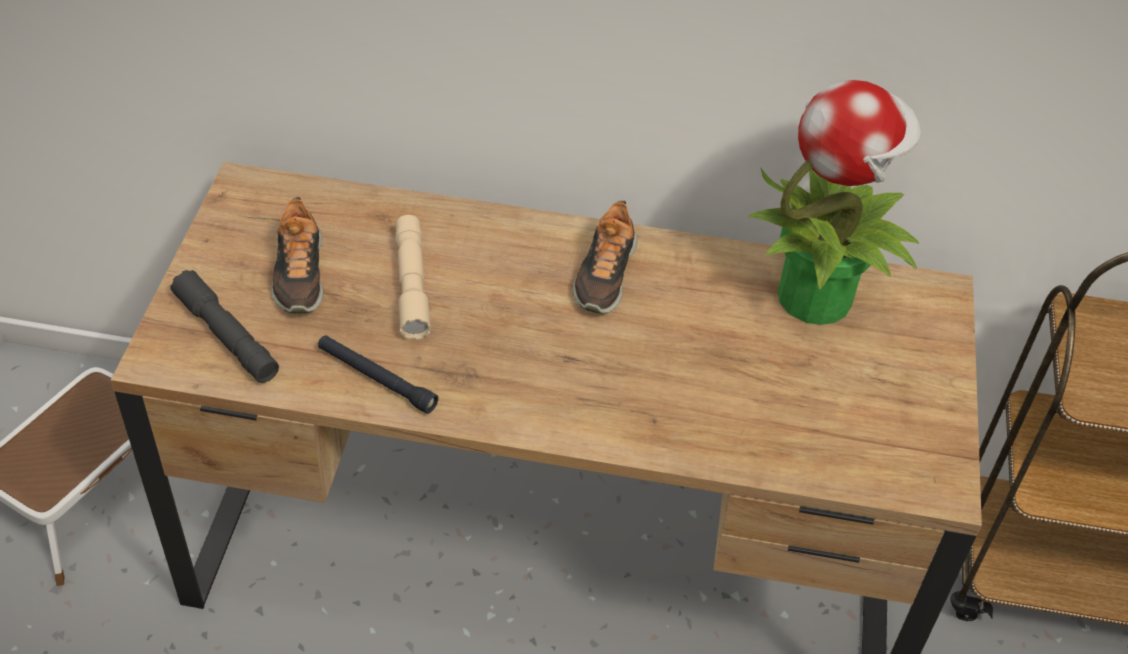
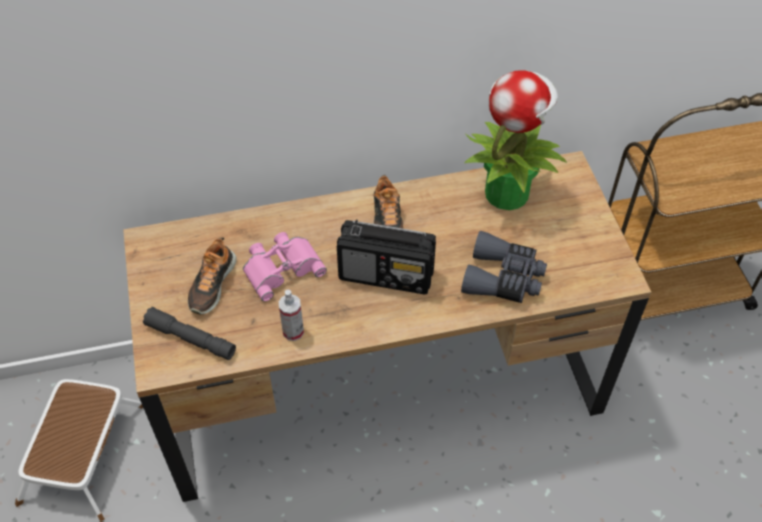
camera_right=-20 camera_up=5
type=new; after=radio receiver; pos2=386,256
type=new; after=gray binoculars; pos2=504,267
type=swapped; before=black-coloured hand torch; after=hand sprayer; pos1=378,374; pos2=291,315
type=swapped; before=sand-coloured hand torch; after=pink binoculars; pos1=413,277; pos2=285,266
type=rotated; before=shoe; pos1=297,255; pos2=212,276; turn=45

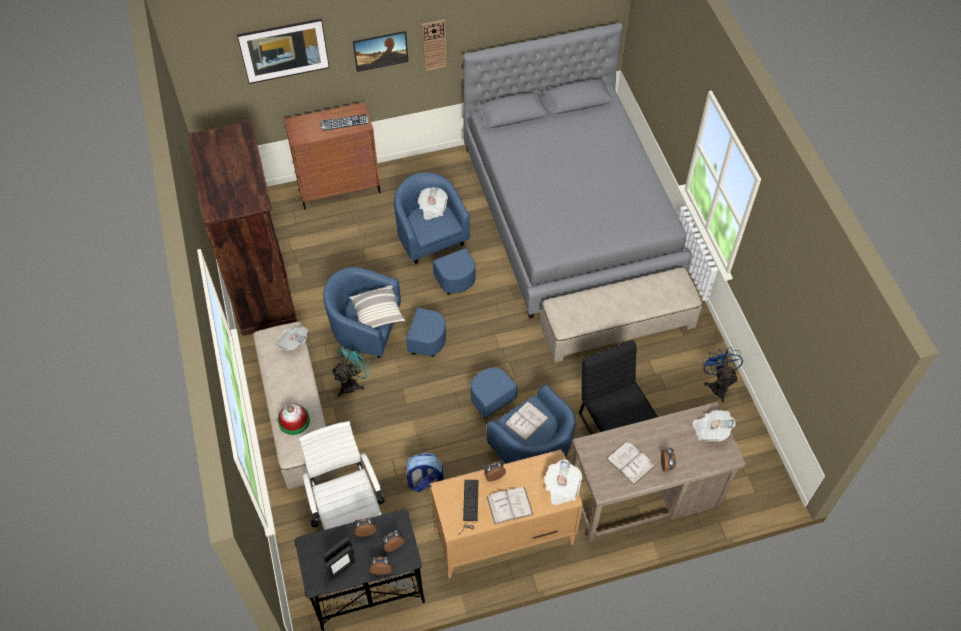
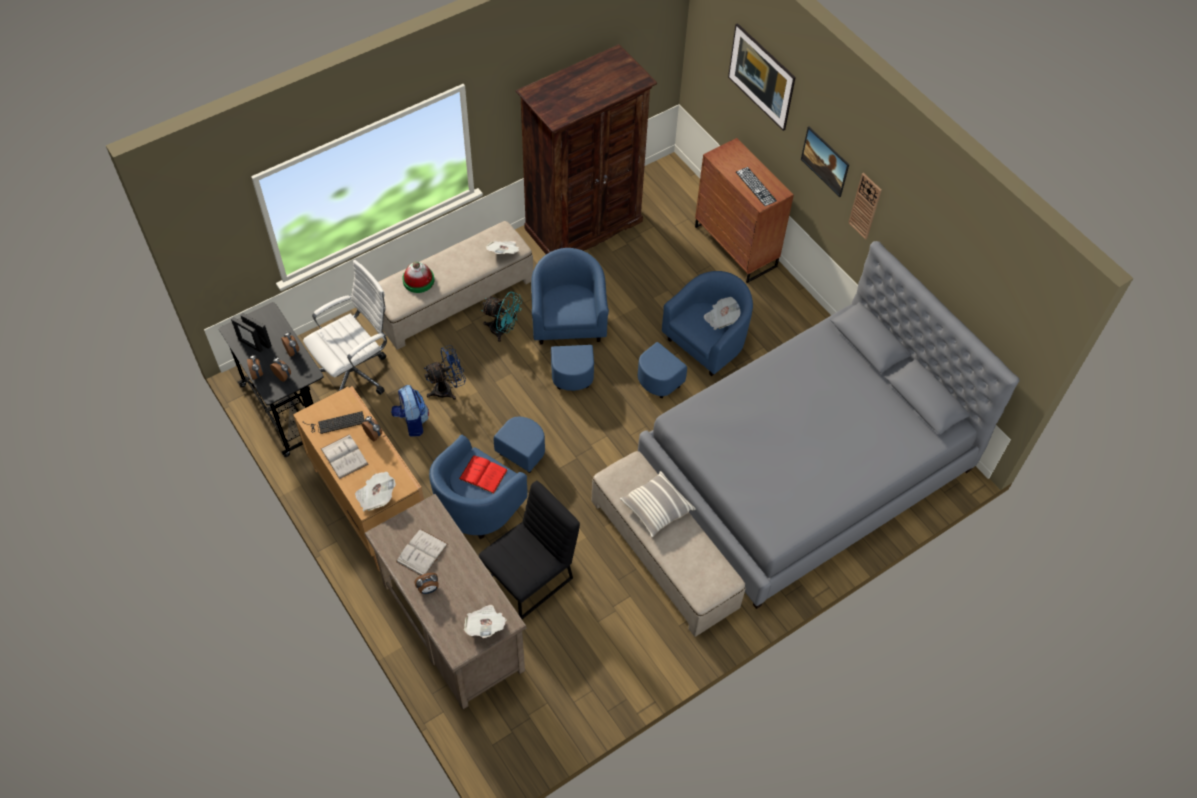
camera_right=70 camera_up=0
type=shifted; before=pillow; pos1=377,306; pos2=657,504
type=shifted; before=blue-coloured cooling fan; pos1=722,375; pos2=445,372
type=repainted; before=white-coloured book; after=red book; pos1=527,421; pos2=483,474

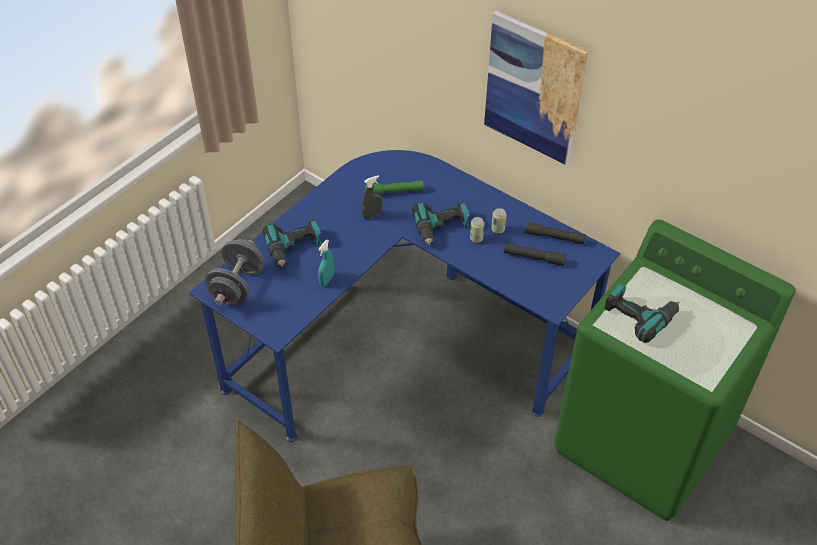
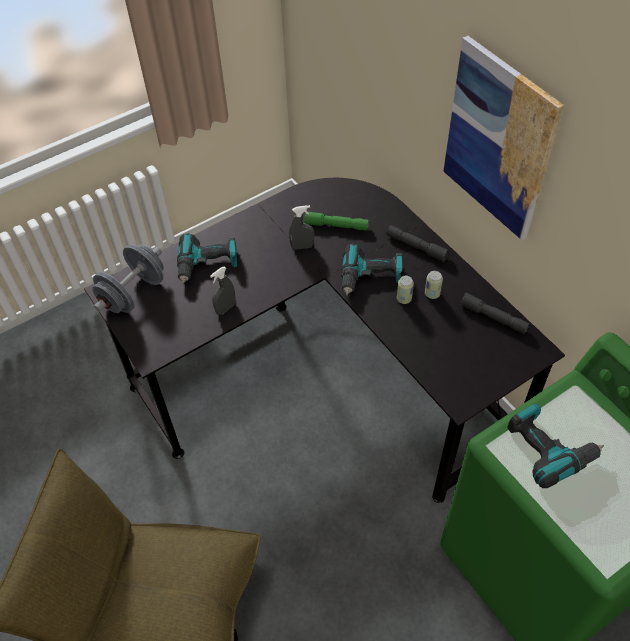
camera_right=20 camera_up=5
type=shifted; before=gray hand torch; pos1=535,254; pos2=418,243
type=repainted; before=blue-coloured desk; after=black-coloured desk; pos1=404,296; pos2=324,340
type=repainted; before=turquoise hand sprayer; after=gray hand sprayer; pos1=326,263; pos2=223,290

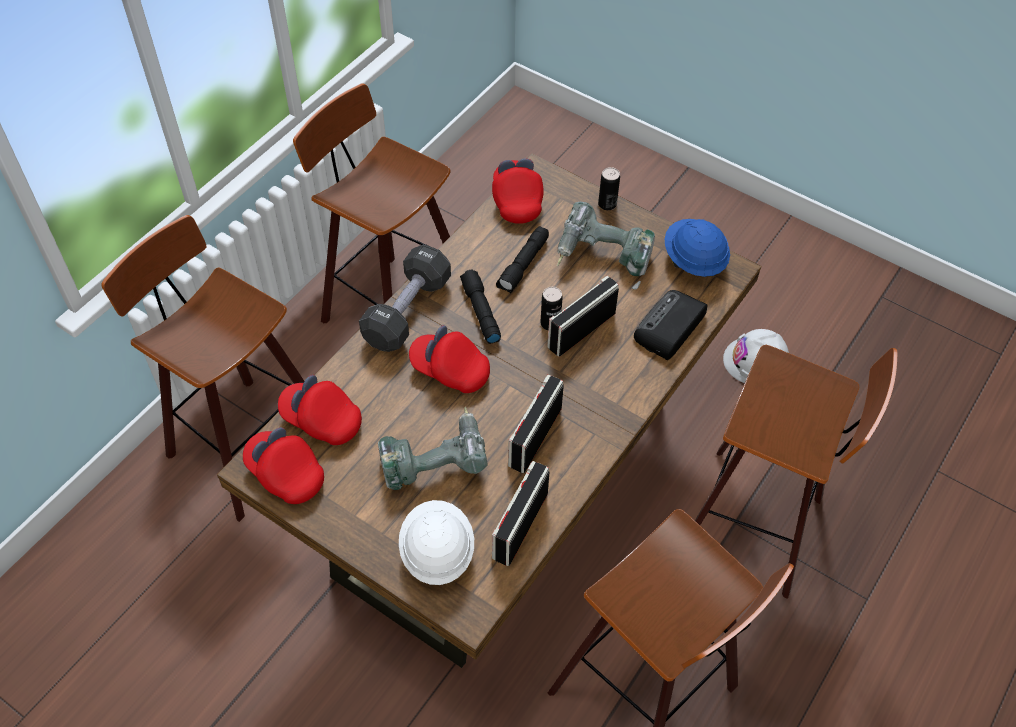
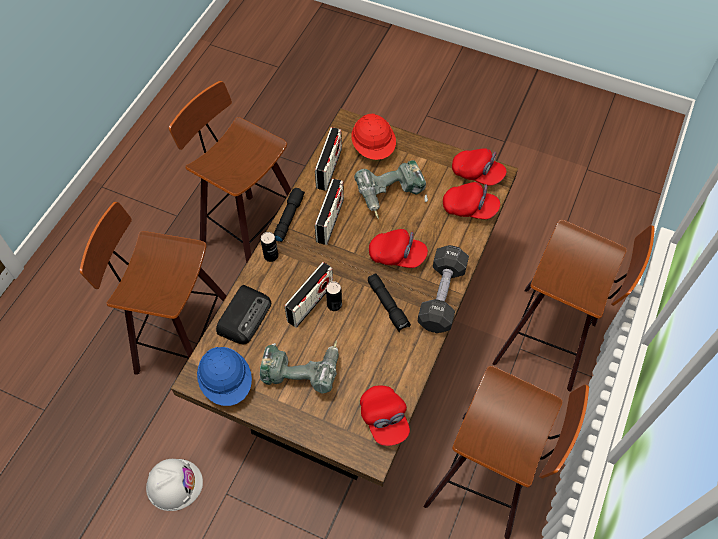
camera_right=170 camera_up=5
type=shifted; before=black-coloured hand torch; pos1=522,259; pos2=289,215
type=shifted; before=metal can; pos1=609,188; pos2=269,247
type=repainted; before=white-coloured safety helmet; after=red safety helmet; pos1=436,542; pos2=373,137

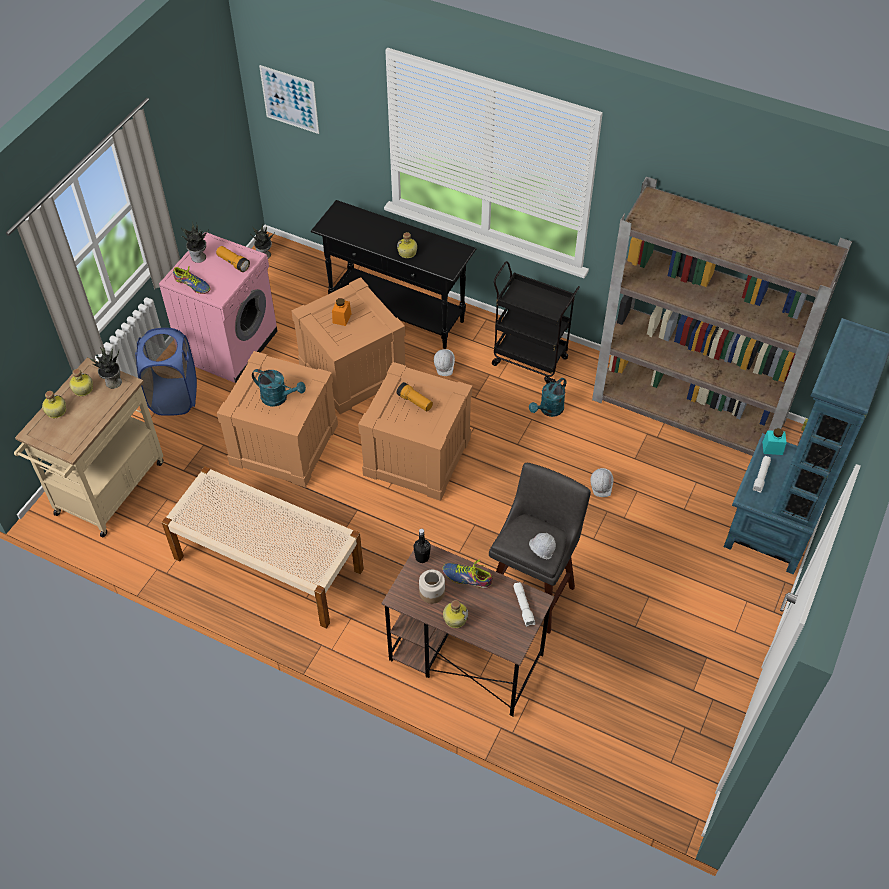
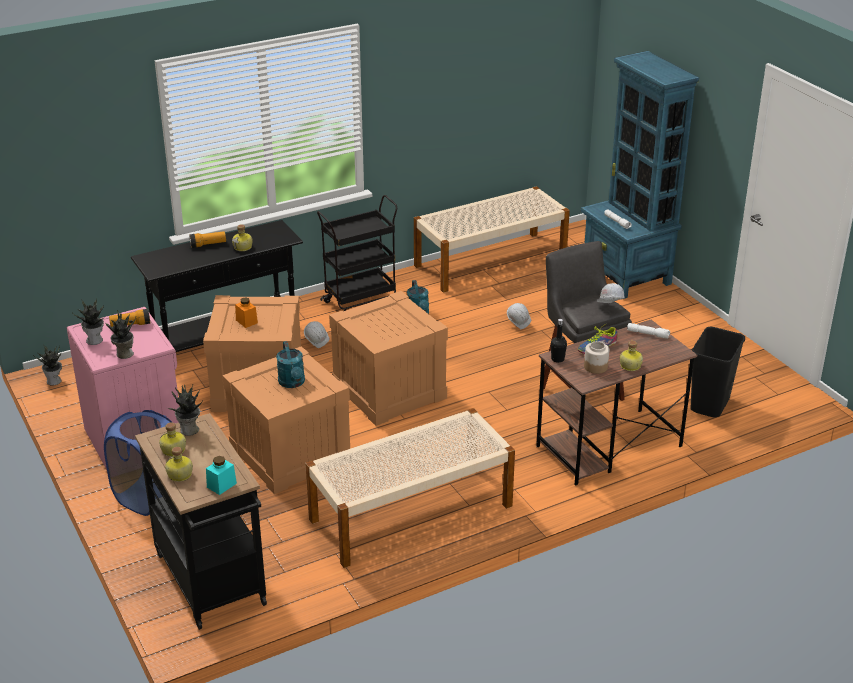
camera_right=-55 camera_up=-20
type=gone; before=picture; pos1=289,99
type=new; after=black-coloured waste bin; pos2=718,372
type=shifted; before=hand torch; pos1=415,397; pos2=207,239
type=shifted; before=turquoise storage jar; pos1=774,441; pos2=221,475
type=swapped; before=shoe; after=houseplant; pos1=191,280; pos2=119,334
type=swapped; before=brown shelving unit; after=sand-coloured indoor bench; pos1=722,316; pos2=492,239
type=repainted; before=sand-coloured wheeled cart; after=black-coloured wheeled cart; pos1=89,447; pos2=201,521
type=rotated; before=turquoise watering can; pos1=279,387; pos2=290,364; turn=105

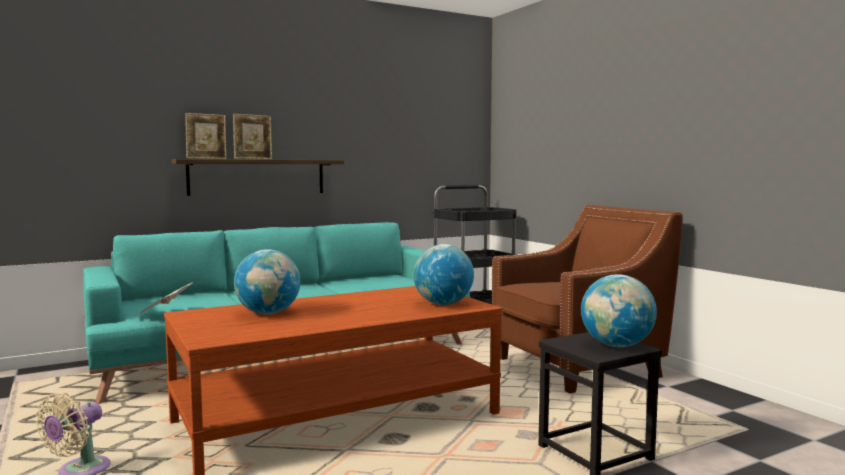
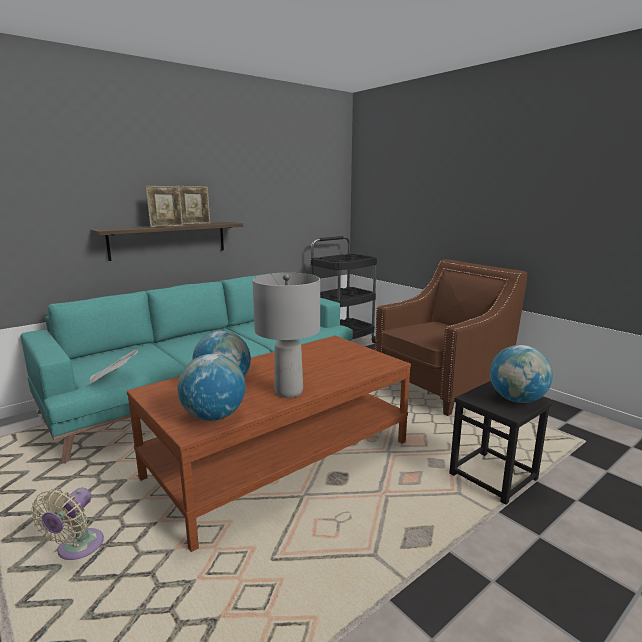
camera_right=-10 camera_up=10
type=new; after=gray table lamp; pos2=286,335
type=shifted; before=standing frame; pos1=205,136; pos2=193,205
type=shifted; before=desk globe; pos1=443,274; pos2=212,387

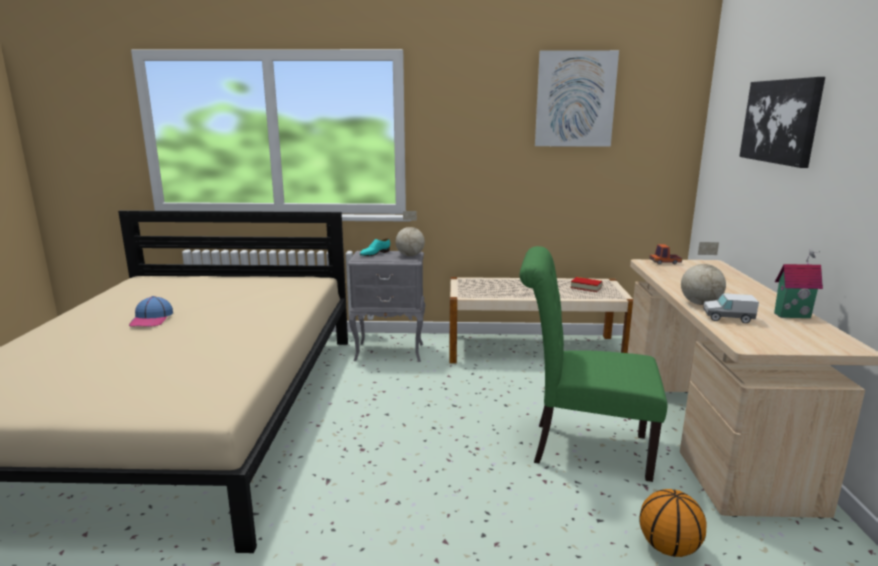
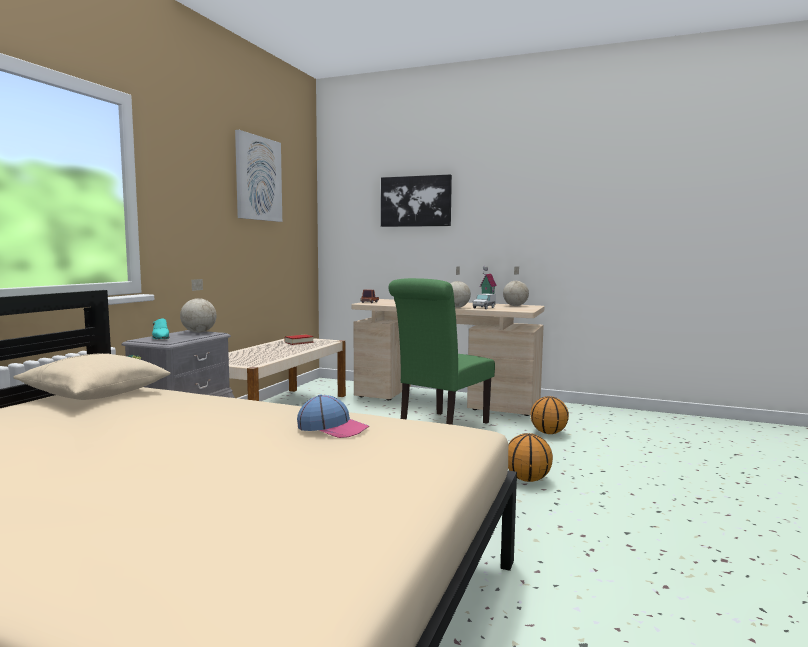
camera_right=-70 camera_up=-10
type=new; after=sand-coloured pillow; pos2=91,376
type=new; after=desk globe; pos2=516,286
type=new; after=basketball; pos2=530,457
type=shifted; before=baseball cap; pos1=151,311; pos2=333,416

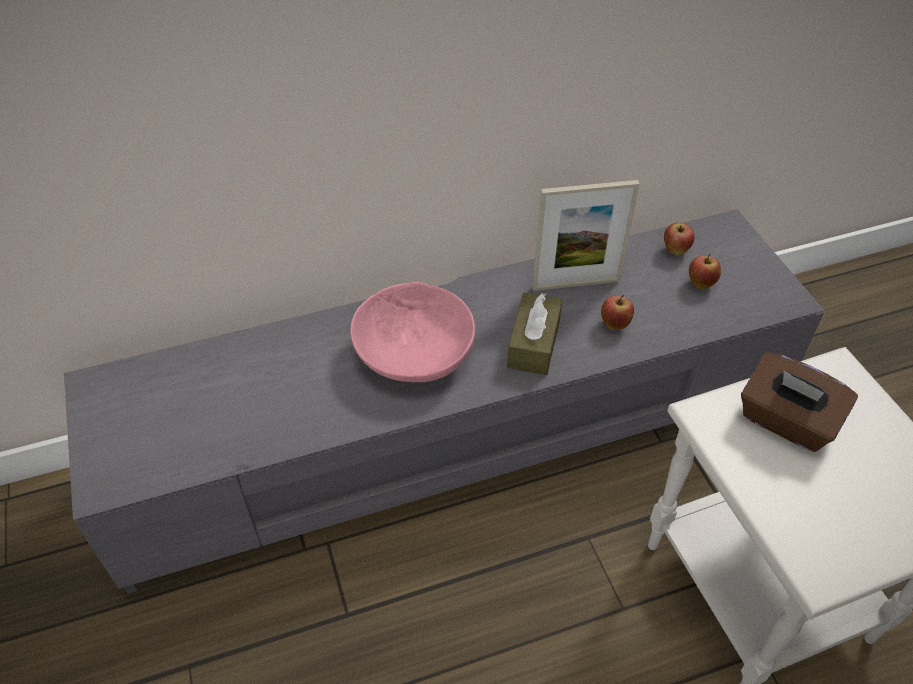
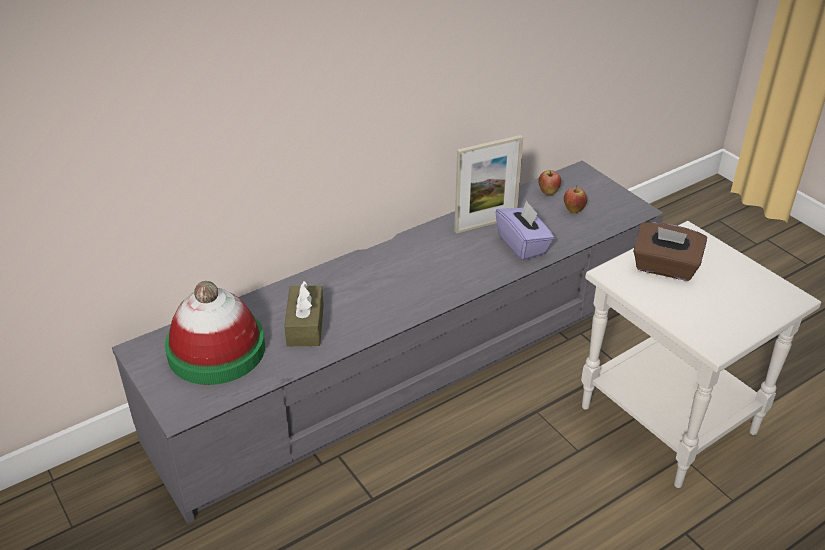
camera_right=-15 camera_up=-10
type=gone; before=pink bowl; pos1=412,332
type=new; after=hat; pos2=215,333
type=shifted; before=brown tissue holder; pos1=535,333; pos2=304,313
type=swapped; before=apple; after=purplish tissue holder; pos1=617,312; pos2=524,230

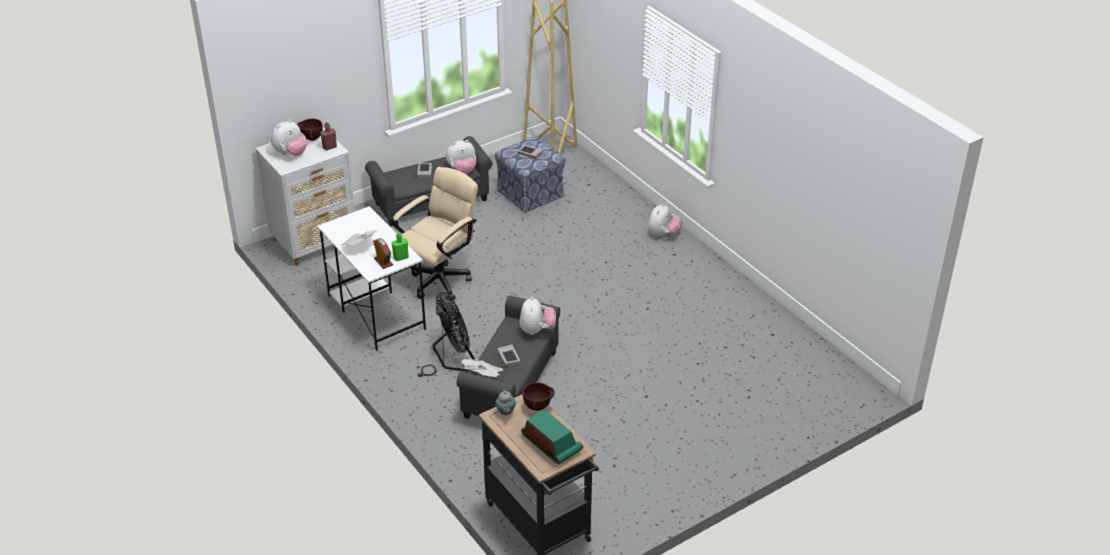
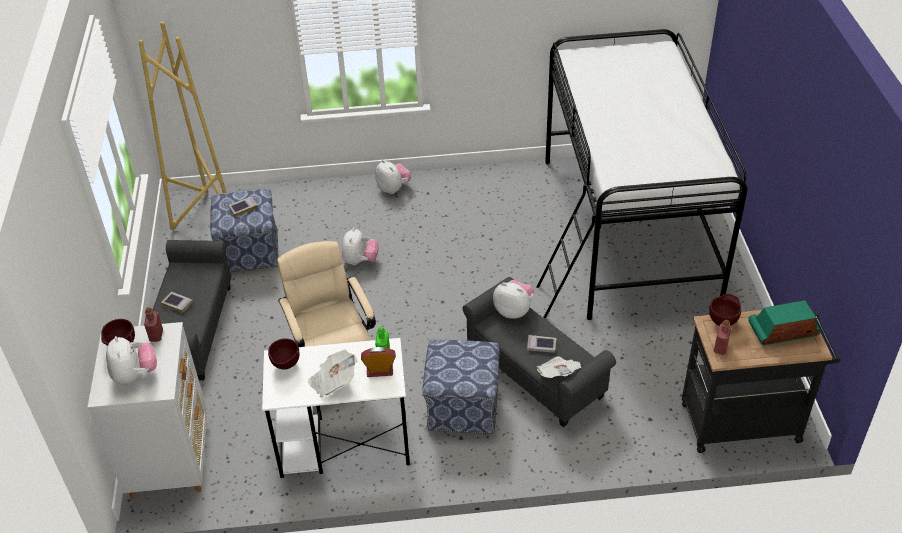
camera_right=-60 camera_up=5
type=new; after=brown bowl; pos2=283,354
type=new; after=black-coloured bed; pos2=641,174
type=shifted; before=soft toy; pos1=461,157; pos2=360,246
type=swapped; before=black-coloured cooling fan; after=ottoman; pos1=446,334; pos2=461,387
type=swapped; before=teapot; after=red beverage bottle; pos1=505,401; pos2=723,337

